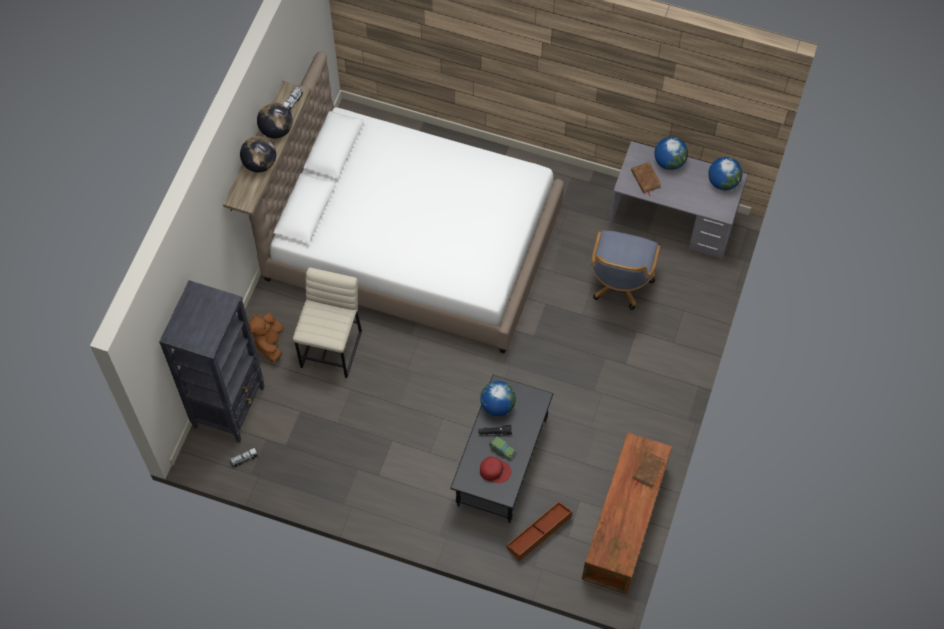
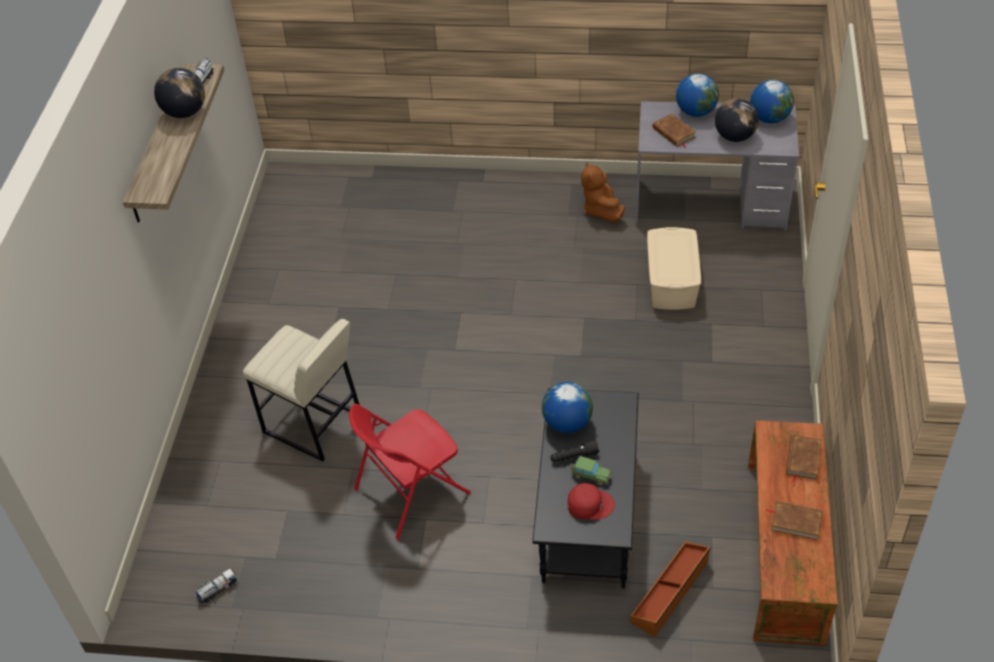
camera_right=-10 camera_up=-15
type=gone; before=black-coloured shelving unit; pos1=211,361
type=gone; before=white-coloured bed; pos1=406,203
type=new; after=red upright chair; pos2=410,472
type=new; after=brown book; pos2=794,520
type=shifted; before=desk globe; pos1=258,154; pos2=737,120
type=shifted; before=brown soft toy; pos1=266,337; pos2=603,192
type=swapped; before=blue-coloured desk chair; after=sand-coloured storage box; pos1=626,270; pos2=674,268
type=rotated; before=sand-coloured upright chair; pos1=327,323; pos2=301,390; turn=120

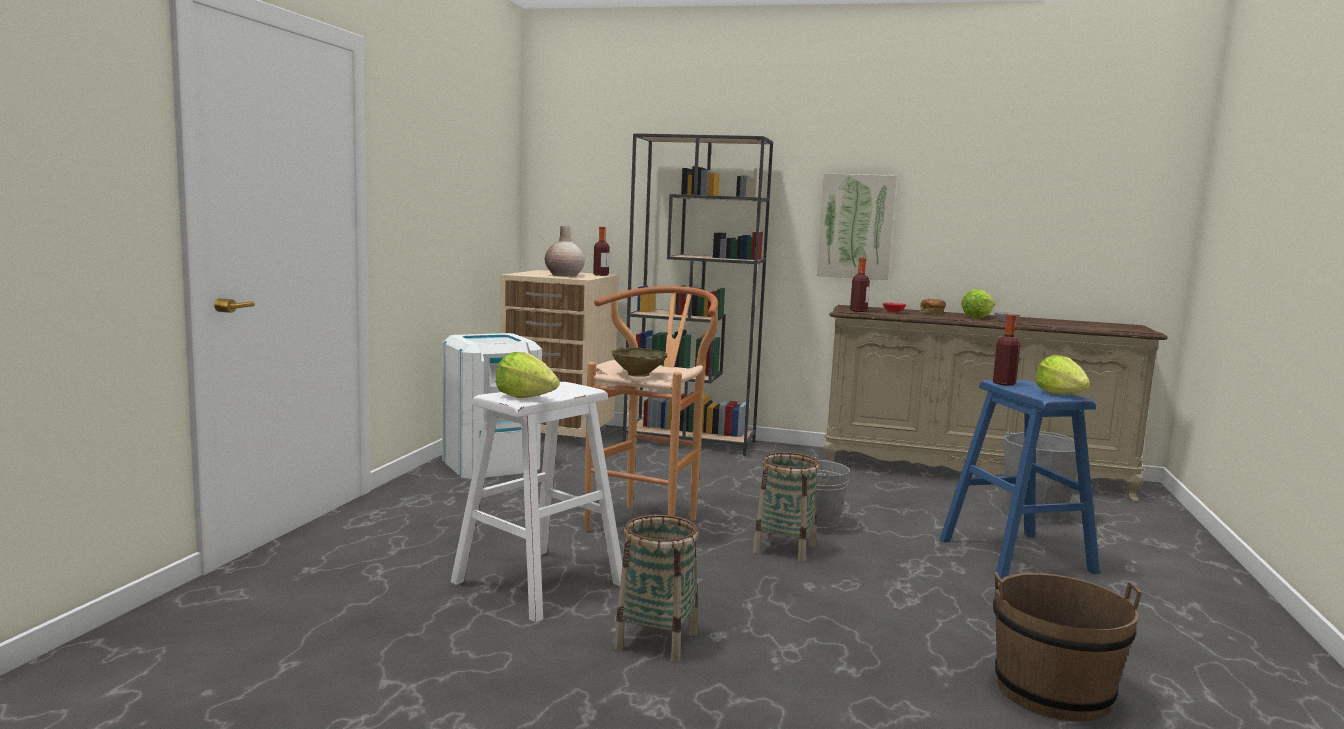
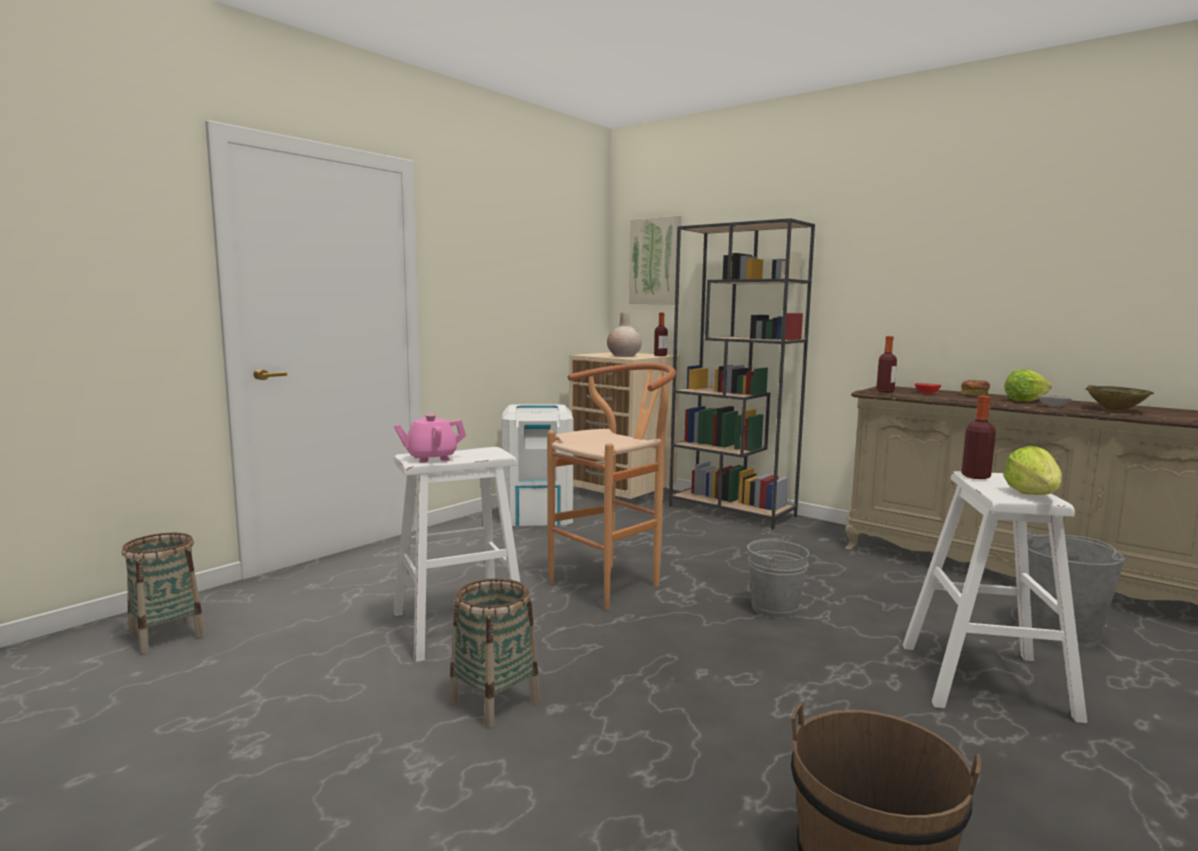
camera_right=25 camera_up=0
type=shifted; before=sand-coloured bowl; pos1=639,362; pos2=1119,398
type=shifted; before=storage basket; pos1=786,507; pos2=163,593
type=shifted; before=picture; pos1=857,226; pos2=655,259
type=swapped; before=lettuce head; after=pink teapot; pos1=527,375; pos2=430,438
type=repainted; before=blue-coloured stool seat; after=white-coloured stool seat; pos1=1019,479; pos2=995,597

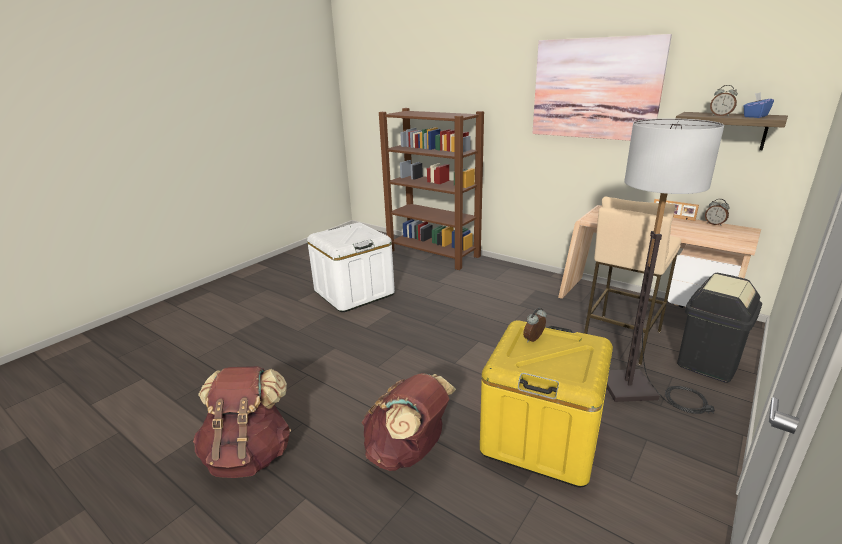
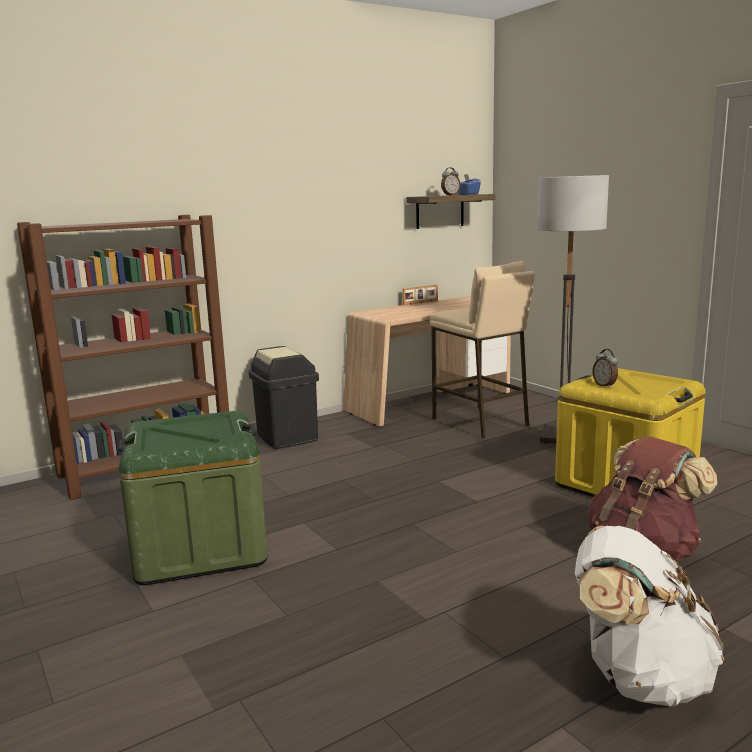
camera_right=-70 camera_up=-10
type=gone; before=picture; pos1=602,87
type=gone; before=alarm clock; pos1=717,212
type=shifted; before=black-coloured waste bin; pos1=719,328; pos2=284,397
type=repainted; before=brown backpack; after=white-coloured backpack; pos1=242,422; pos2=649,616
type=repainted; before=white-coloured storage box; after=green-coloured storage box; pos1=351,267; pos2=193,498

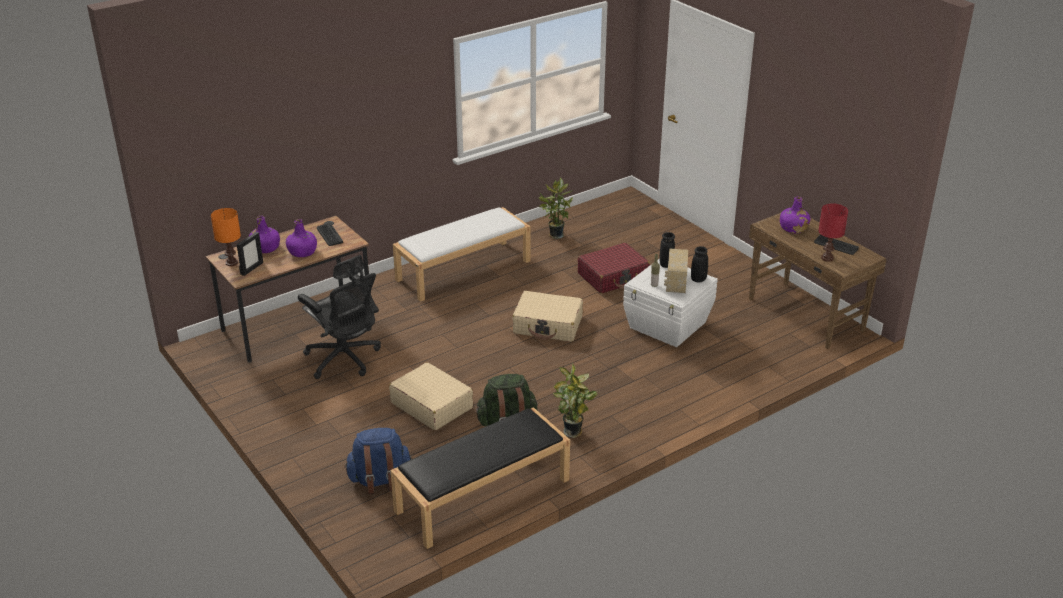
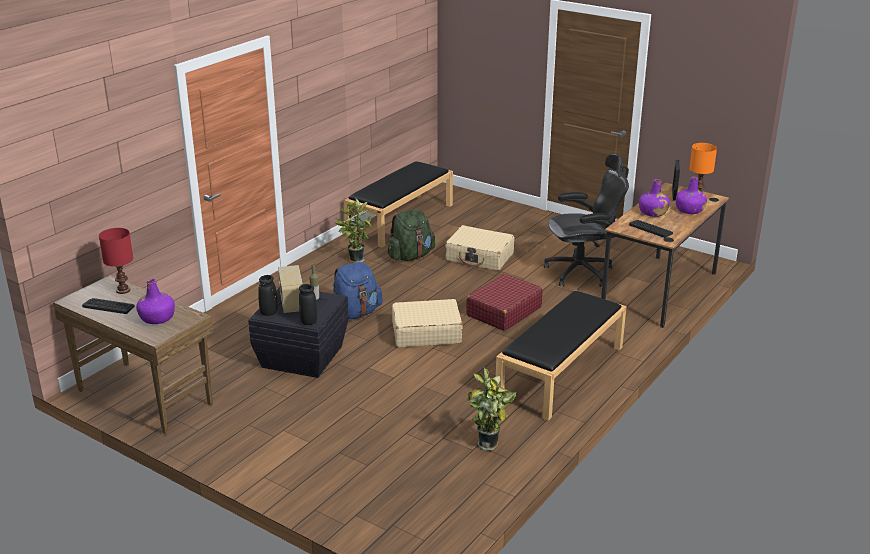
camera_right=160 camera_up=-5
type=shifted; before=blue-coloured backpack; pos1=378,461; pos2=357,290
type=shifted; before=red piece of luggage; pos1=614,268; pos2=504,302
type=repainted; before=white-coloured indoor bench; after=black-coloured indoor bench; pos1=461,254; pos2=561,355
type=repainted; before=white-coloured storage box; after=black-coloured storage box; pos1=670,303; pos2=298,332
type=rotated; before=desk chair; pos1=339,317; pos2=586,220; turn=135

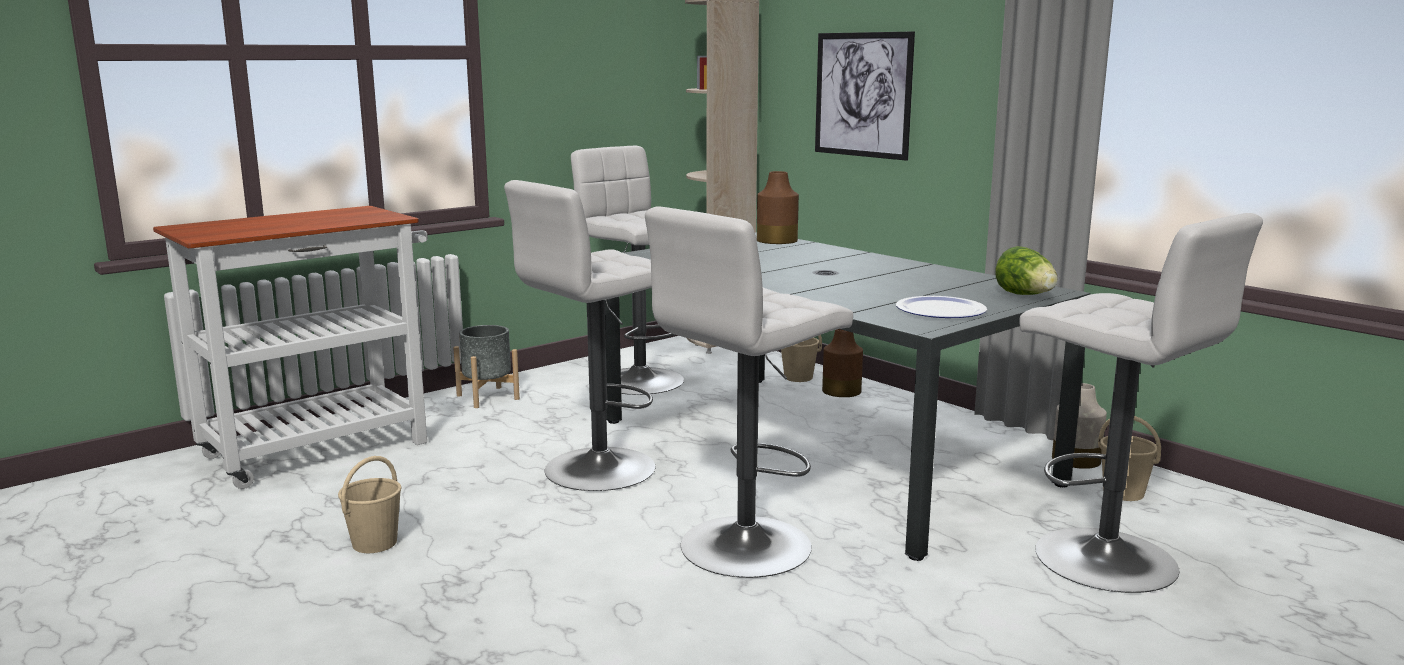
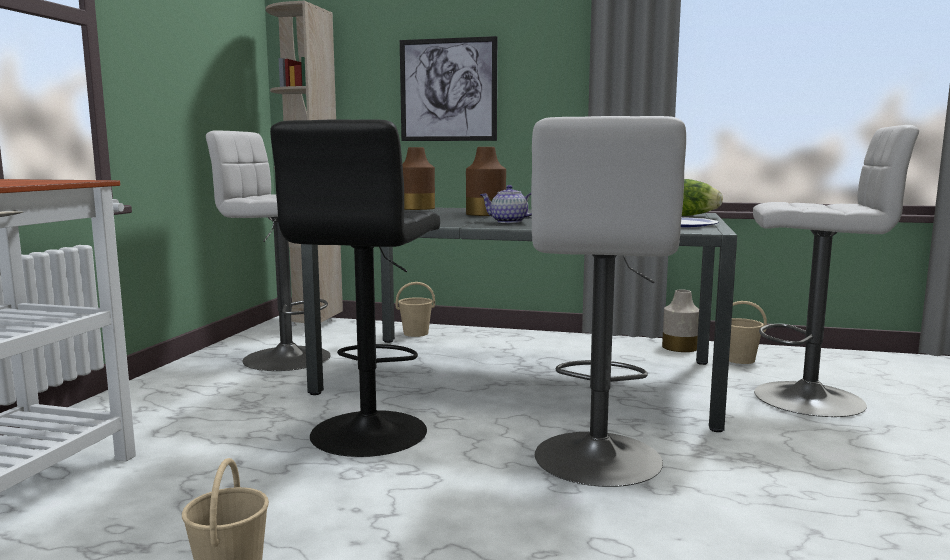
camera_right=-35 camera_up=-5
type=gone; before=gray planter; pos1=486,366
type=new; after=teapot; pos2=506,204
type=shifted; before=brown vase; pos1=842,363; pos2=486,181
type=repainted; before=white-coloured stool seat; after=black-coloured stool seat; pos1=579,335; pos2=355,288

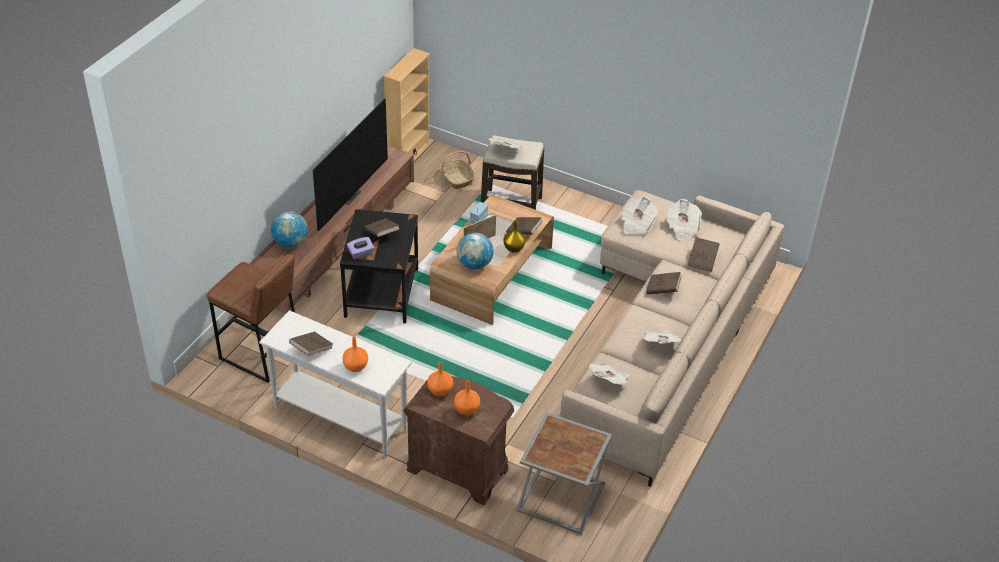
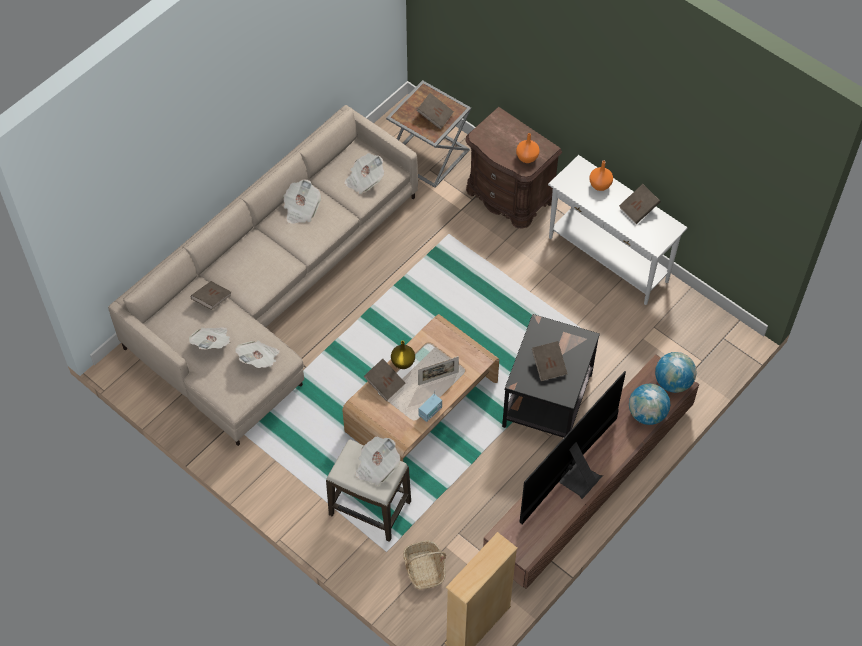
camera_right=-165 camera_up=15
type=gone; before=brown stool seat; pos1=251,318
type=gone; before=purplish tissue holder; pos1=360,248
type=gone; before=orangey vase; pos1=467,397
type=shifted; before=desk globe; pos1=475,251; pos2=675,372
type=shifted; before=brown book; pos1=664,283; pos2=435,111

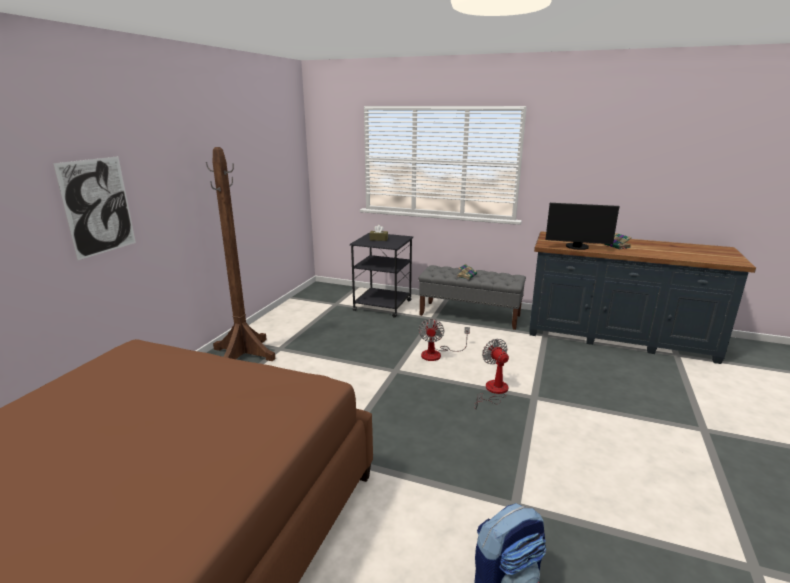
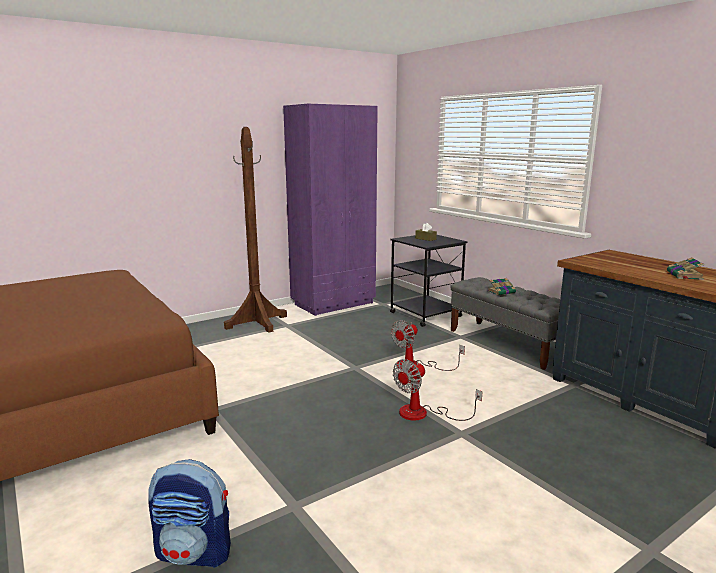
camera_right=35 camera_up=-5
type=gone; before=picture; pos1=94,208
type=gone; before=computer display; pos1=582,226
type=new; after=purplish wardrobe; pos2=330,210
type=rotated; before=cooling fan; pos1=491,374; pos2=438,390; turn=-150

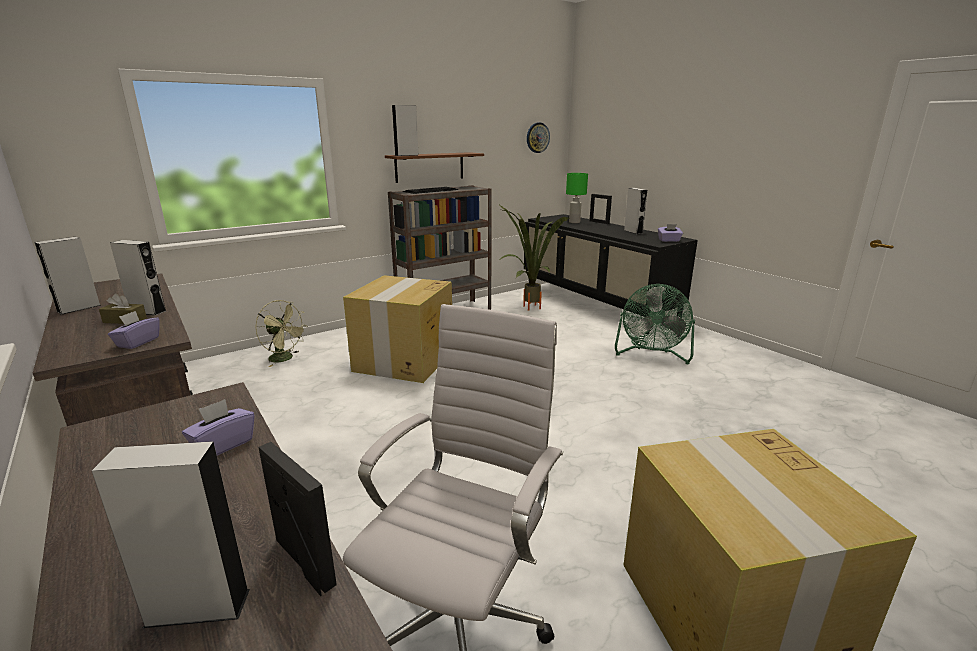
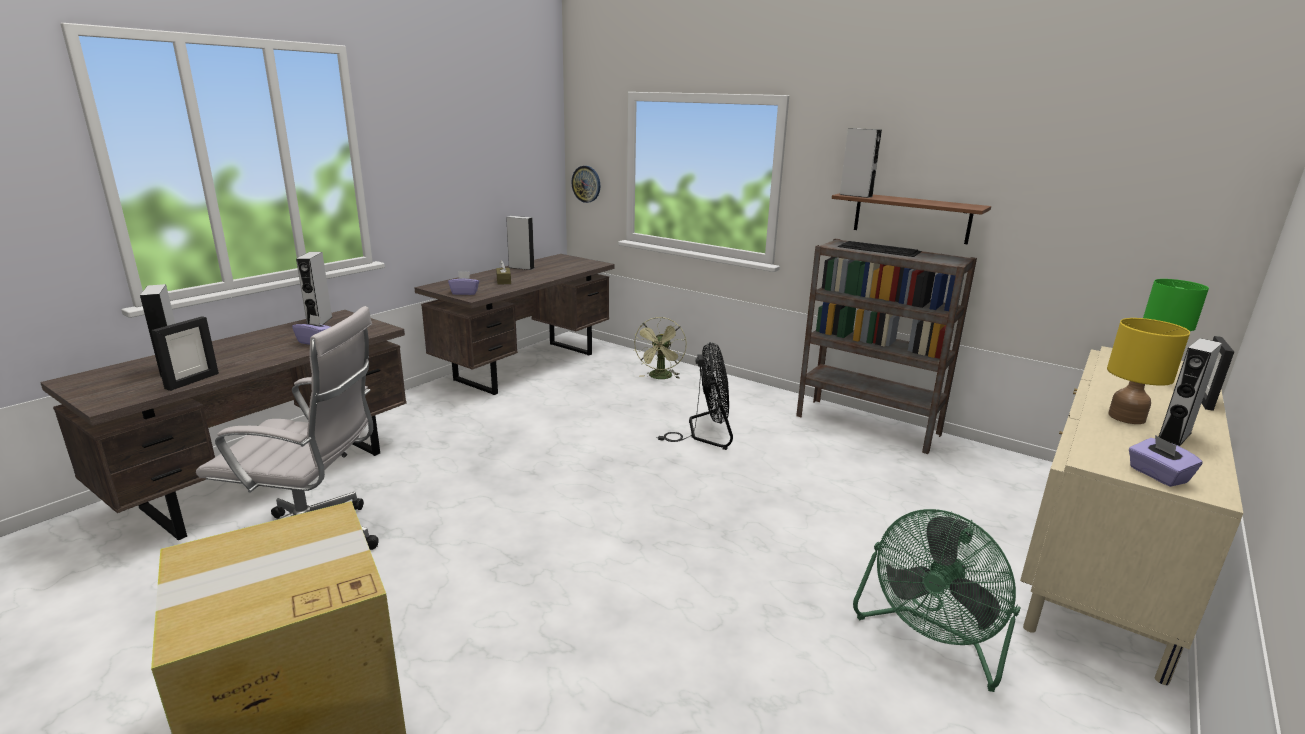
camera_right=70 camera_up=0
type=gone; before=houseplant; pos1=533,258
type=new; after=yellowish table lamp; pos2=1148,371
type=shifted; before=gray speaker; pos1=138,277; pos2=314,288
type=shifted; before=clock on the wall; pos1=538,138; pos2=585,184
type=swapped; before=packing box; after=black-coloured cooling fan; pos1=397,329; pos2=695,396
type=repainted; before=black-coloured storage cabinet; after=sand-coloured storage cabinet; pos1=611,274; pos2=1131,515
type=rotated; before=green-coloured cooling fan; pos1=655,324; pos2=936,600; turn=-45

